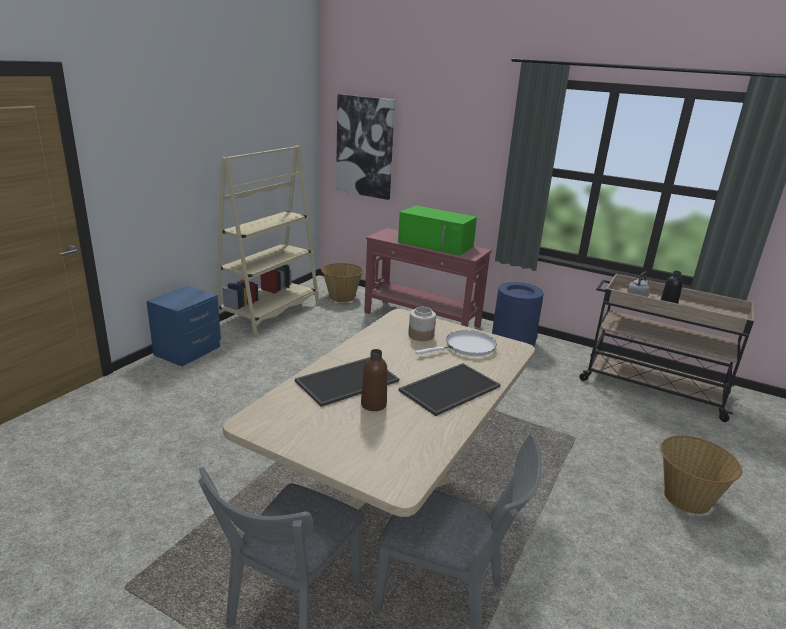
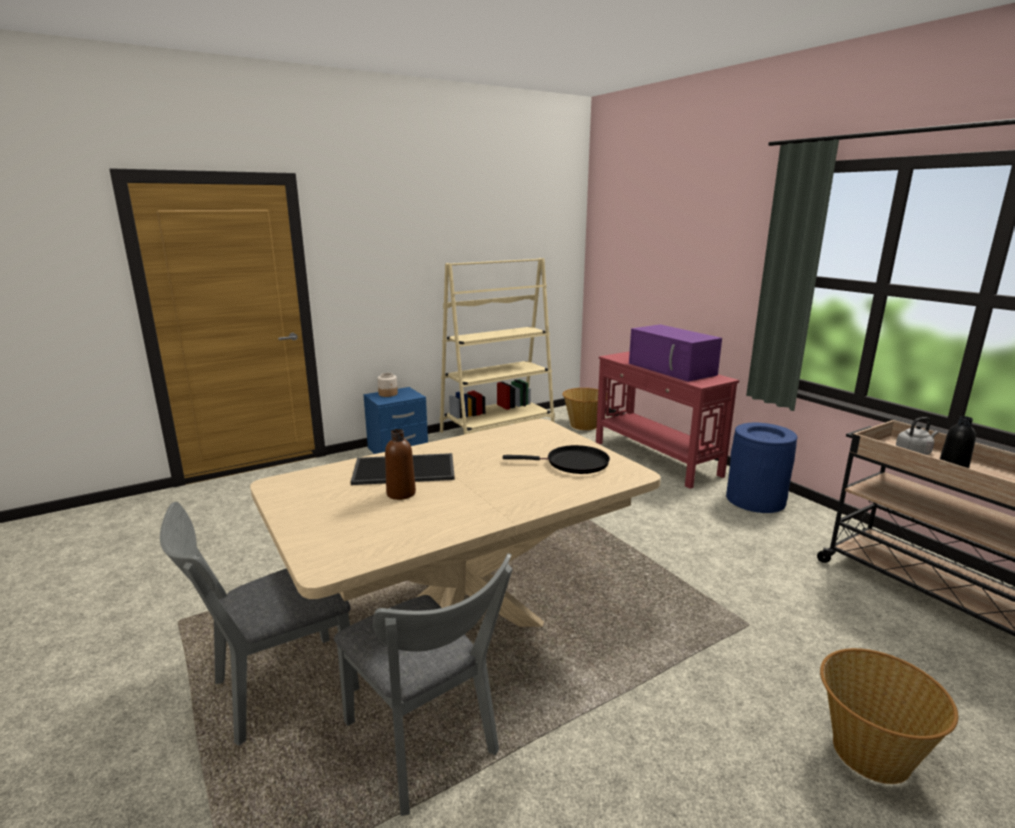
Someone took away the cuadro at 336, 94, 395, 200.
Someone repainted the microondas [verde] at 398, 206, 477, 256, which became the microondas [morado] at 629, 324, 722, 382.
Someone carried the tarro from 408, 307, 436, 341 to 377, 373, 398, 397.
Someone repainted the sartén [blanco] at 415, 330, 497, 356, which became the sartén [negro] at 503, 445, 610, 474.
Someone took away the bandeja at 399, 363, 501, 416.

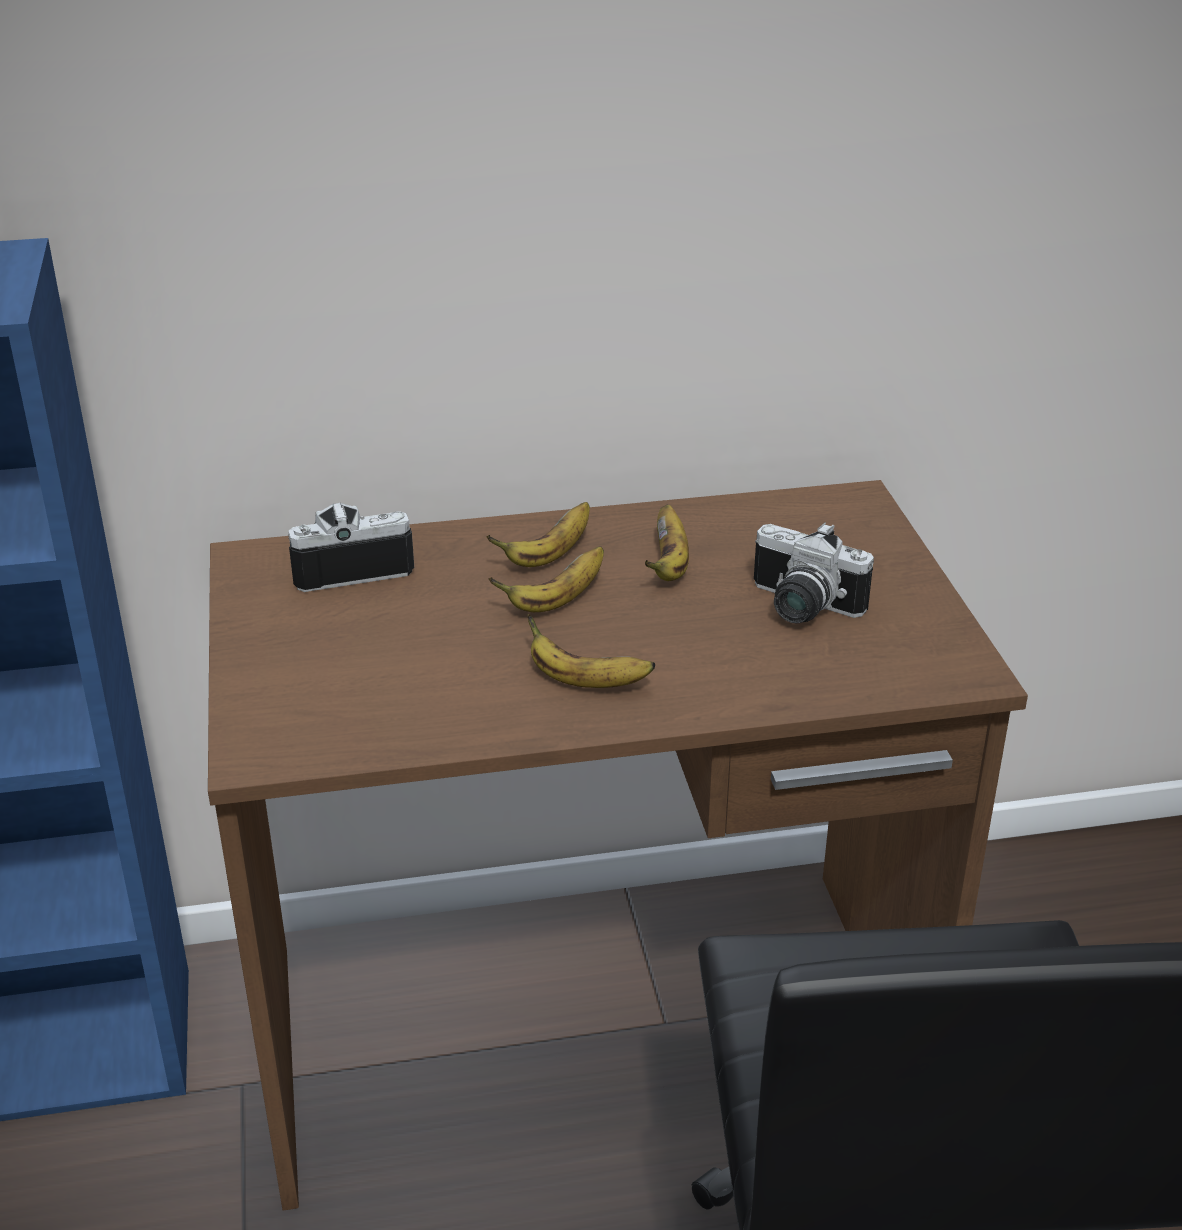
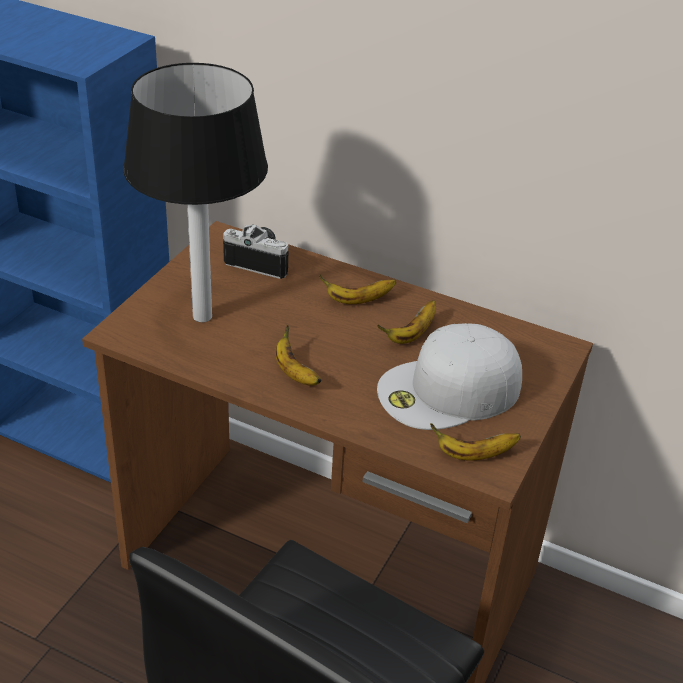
Someone swapped the cámara at 754, 523, 874, 623 for the gorra [blanco] at 377, 323, 522, 430.
Someone carried the plátano from 488, 546, 604, 612 to 430, 423, 521, 460.
Someone put down the lámpara de mesa at 123, 63, 268, 322.

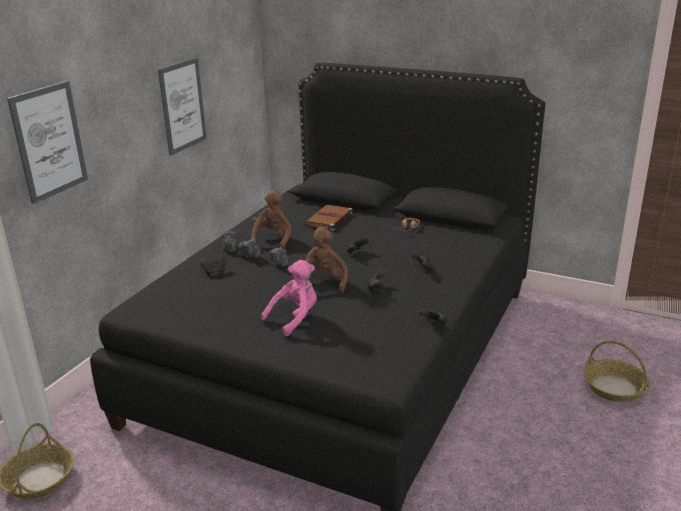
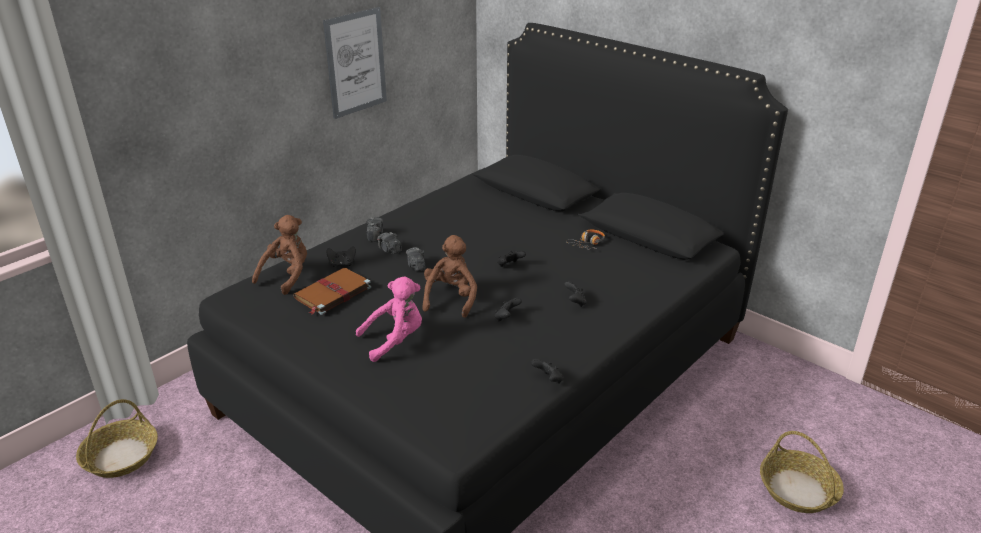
Someone took away the cuadro at 7, 81, 88, 204.
Someone carried the peluche [marrón] from 251, 190, 292, 249 to 252, 215, 307, 295.
Someone carried the libro [marrón] from 305, 205, 353, 231 to 293, 268, 371, 315.

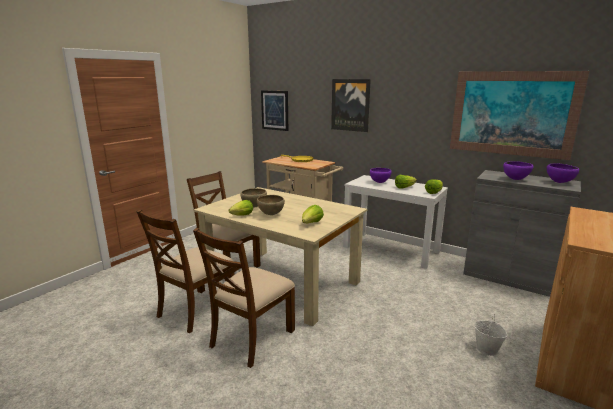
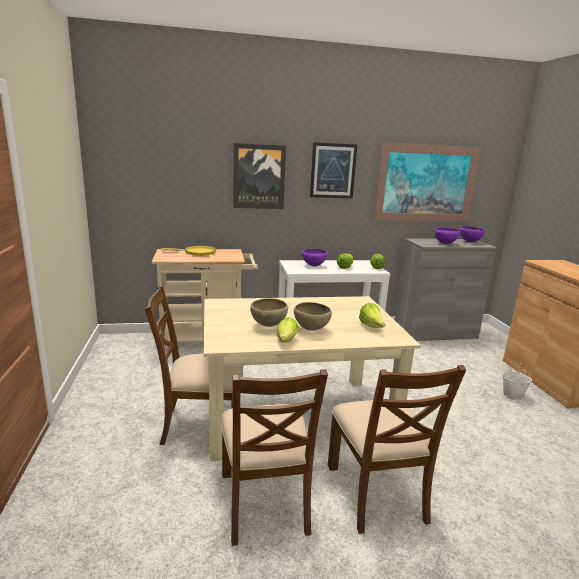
Someone carried the cuadro from 261, 90, 288, 131 to 310, 142, 357, 198.

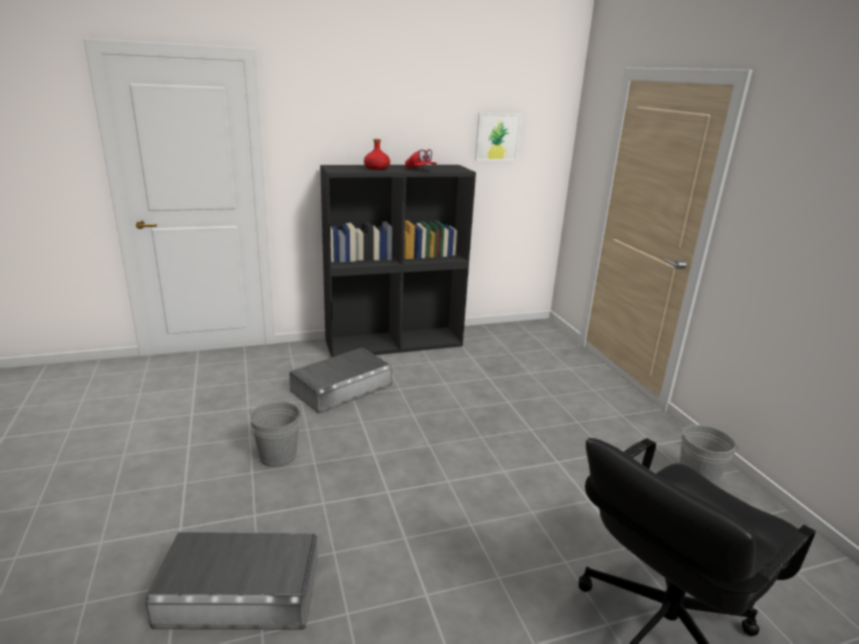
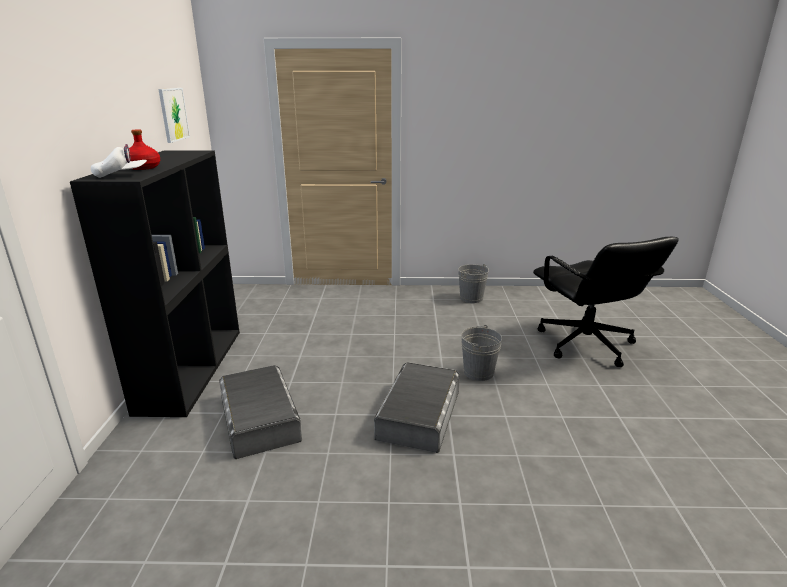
Someone took away the gorra [rojo] at 405, 149, 437, 168.
Someone carried the cubo [gris] from 248, 401, 303, 467 to 461, 325, 502, 381.
Someone carried the caja de almacenaje [gris] from 145, 532, 318, 630 to 374, 362, 460, 453.
Someone put down the gorra [blanco] at 91, 144, 147, 178.

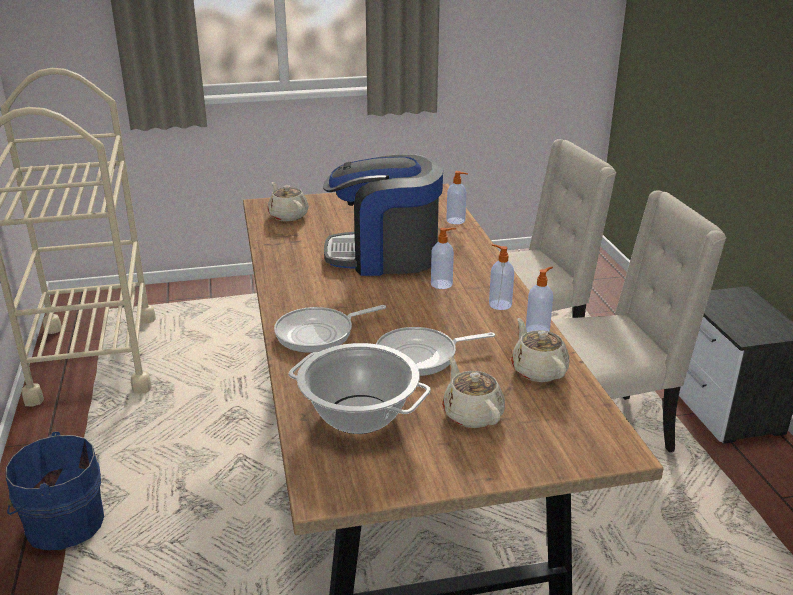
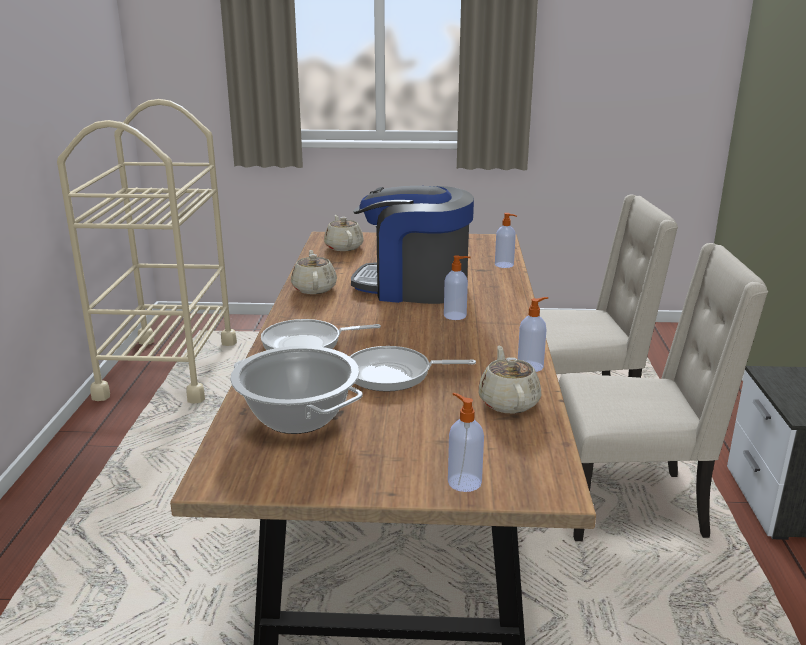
Someone carried the dispensador de jabón from 489, 244, 514, 310 to 448, 393, 484, 492.
Someone carried the tetera [beis] from 442, 357, 505, 428 to 291, 250, 337, 294.
Someone took away the cubo [azul] at 6, 431, 104, 550.

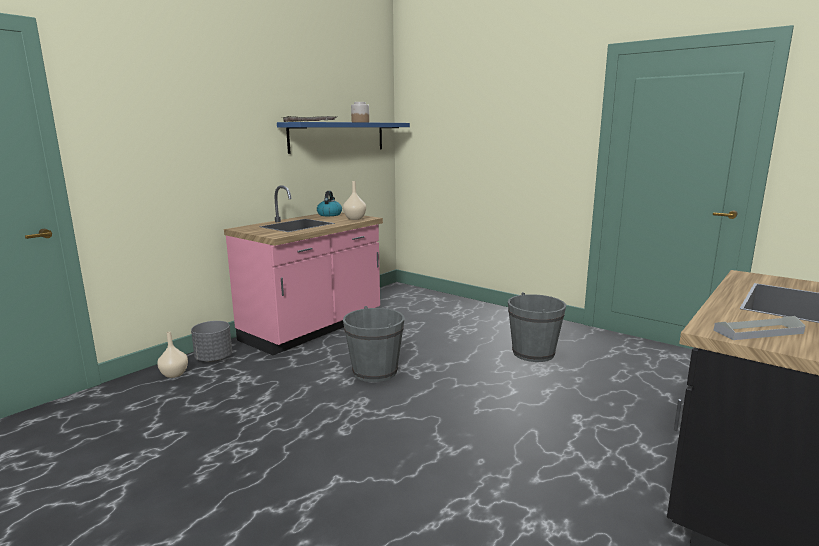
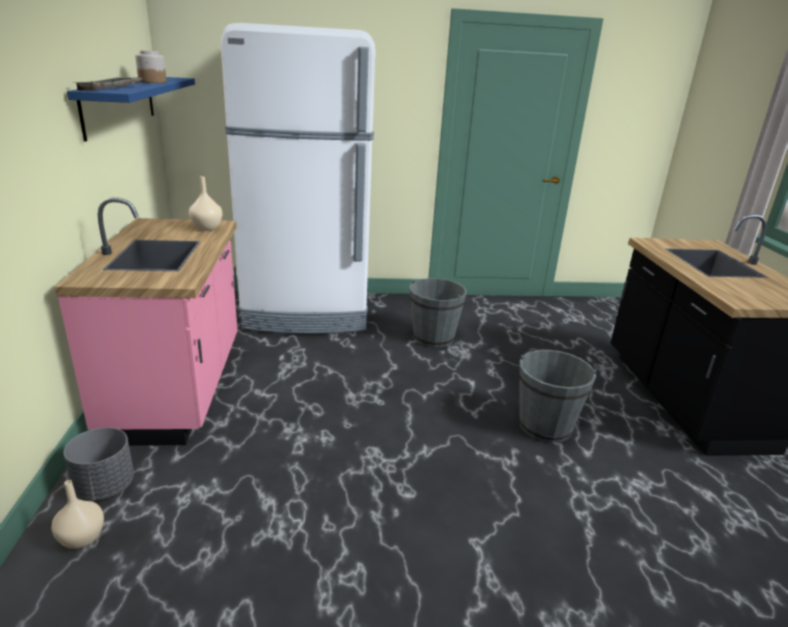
Someone took away the hervidor at 317, 191, 342, 216.
Someone carried the cubo [gris] from 343, 306, 404, 382 to 519, 350, 597, 443.
Someone took away the bandeja [gris] at 714, 316, 805, 340.
Someone put down the nevera [blanco] at 221, 23, 376, 334.

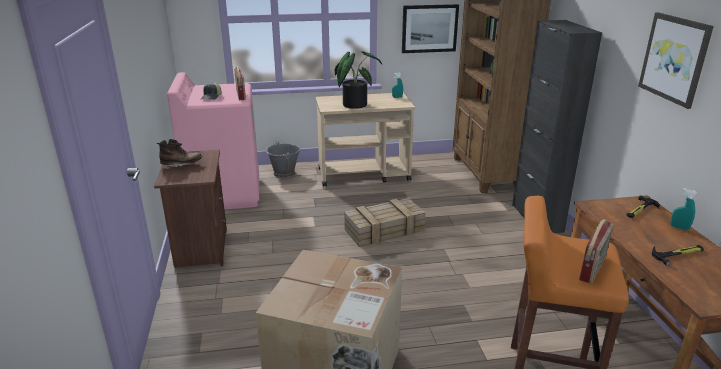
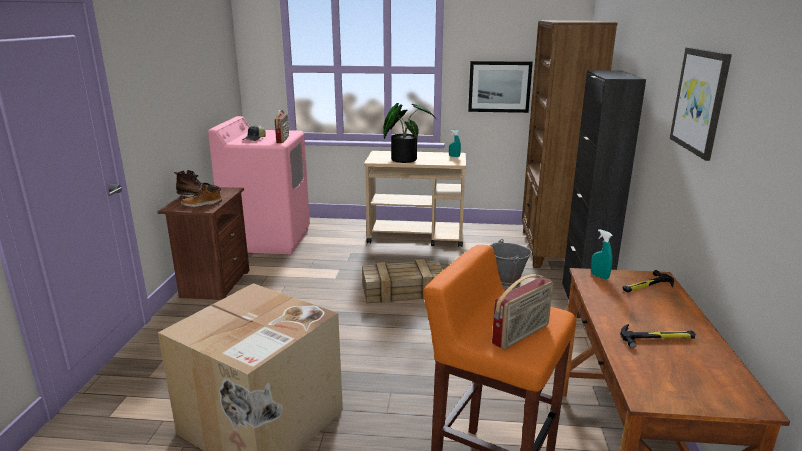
Someone carried the cubo [gris] from 266, 141, 301, 178 to 490, 239, 532, 288.
Someone carried the pulverizador [turquesa] from 671, 188, 697, 231 to 591, 229, 613, 280.
Someone put down the bota at 180, 183, 222, 207.

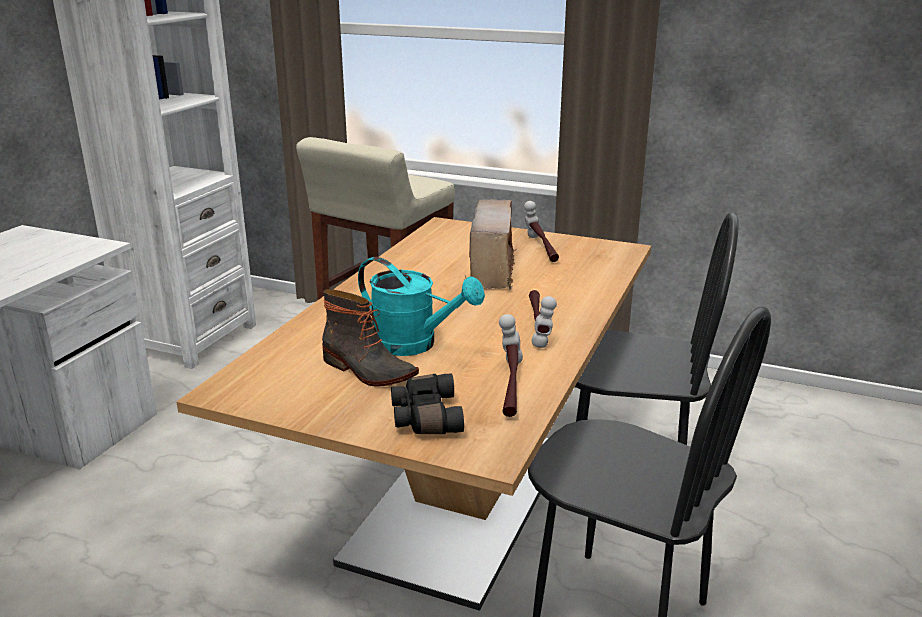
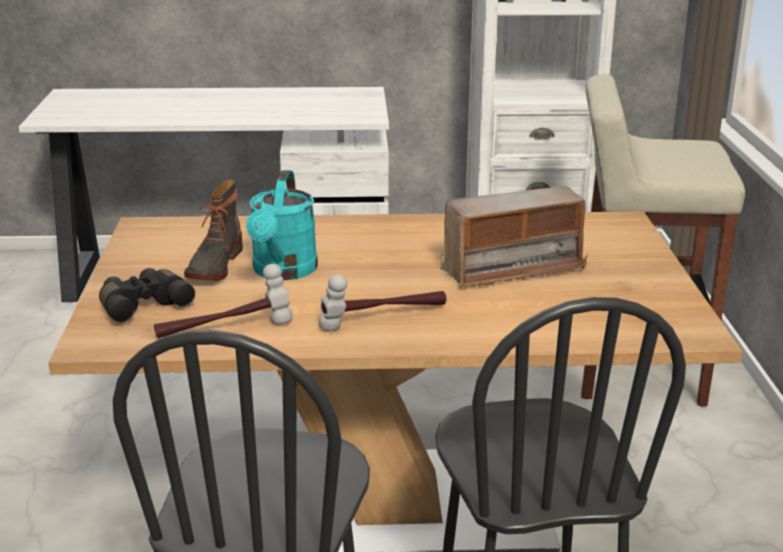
Someone took away the martillo at 524, 201, 559, 262.

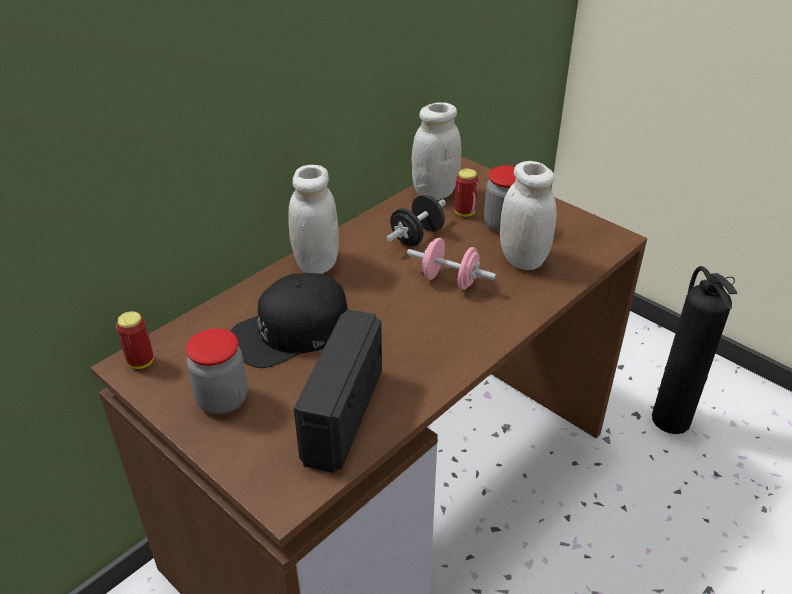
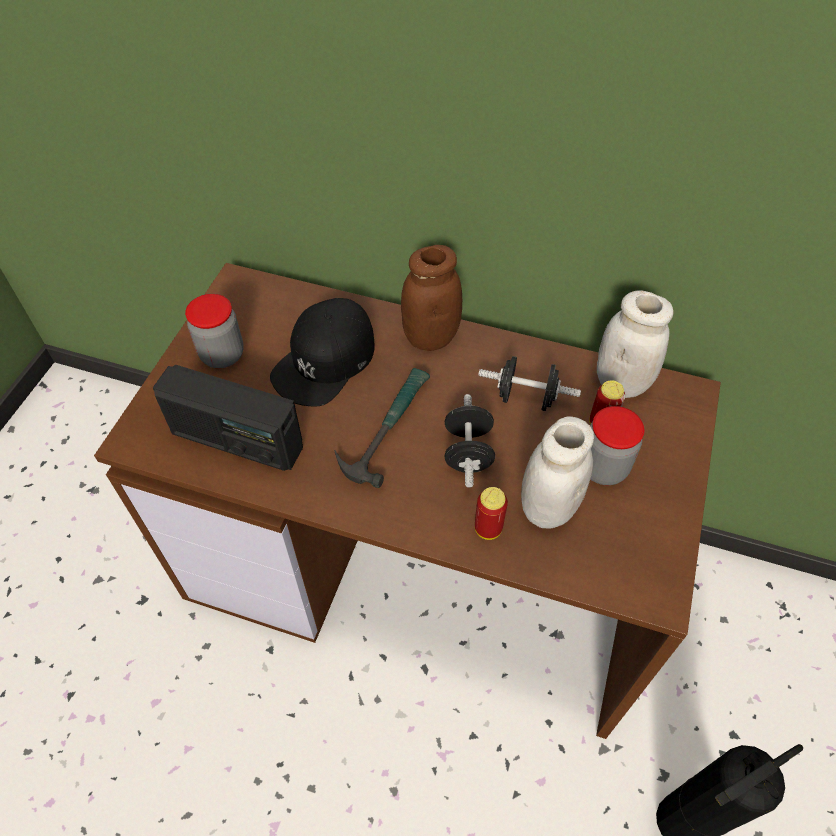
Someone repainted the tarro [blanco] at 288, 165, 339, 274, which became the tarro [marrón] at 401, 245, 462, 351.
Someone repainted the mancuerna [rosa] at 407, 238, 496, 290, which became the mancuerna [negro] at 444, 394, 495, 488.
Someone rotated the gorra [negro] at 231, 273, 348, 368 by 90 degrees counterclockwise.
Someone rotated the radio at 294, 310, 382, 473 by 150 degrees counterclockwise.
Someone carried the lata from 116, 311, 154, 369 to 475, 487, 508, 540.
Someone put down the martillo at 334, 368, 430, 488.

